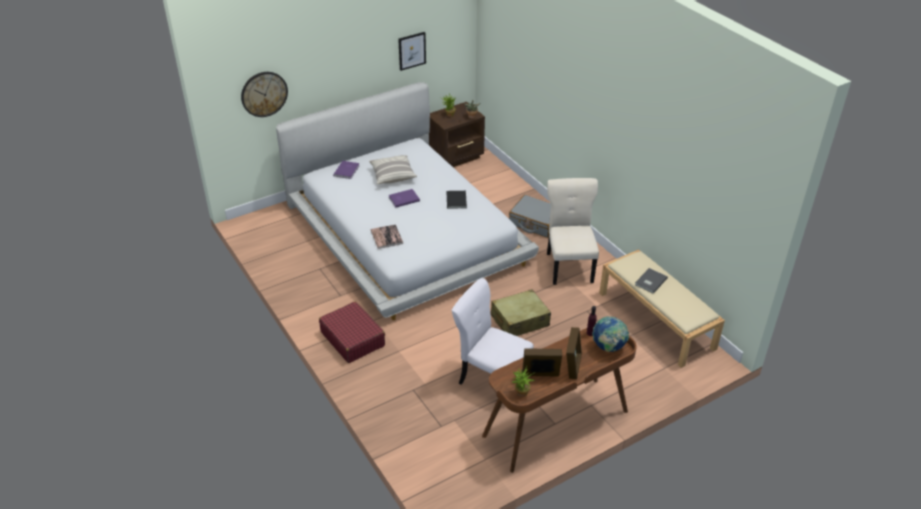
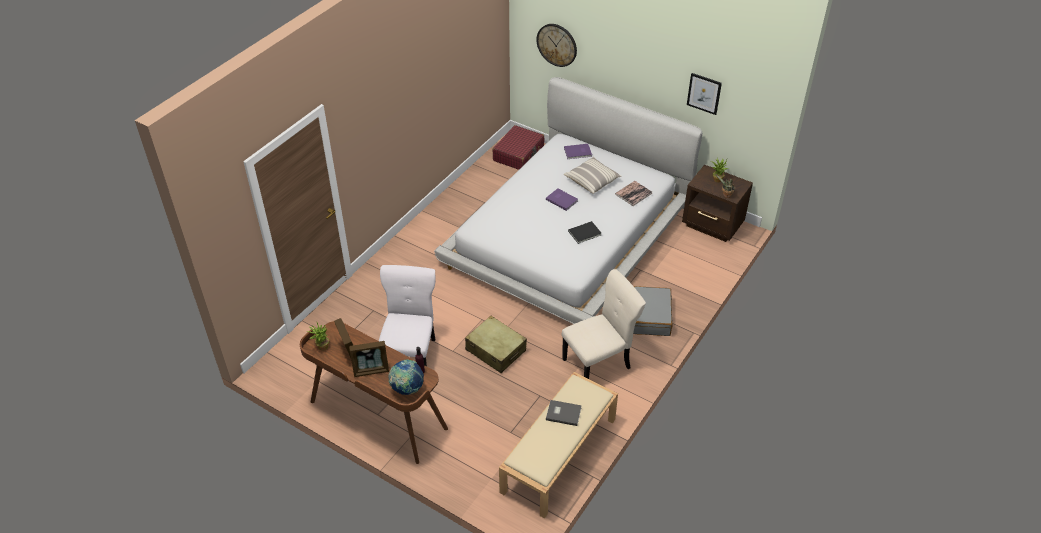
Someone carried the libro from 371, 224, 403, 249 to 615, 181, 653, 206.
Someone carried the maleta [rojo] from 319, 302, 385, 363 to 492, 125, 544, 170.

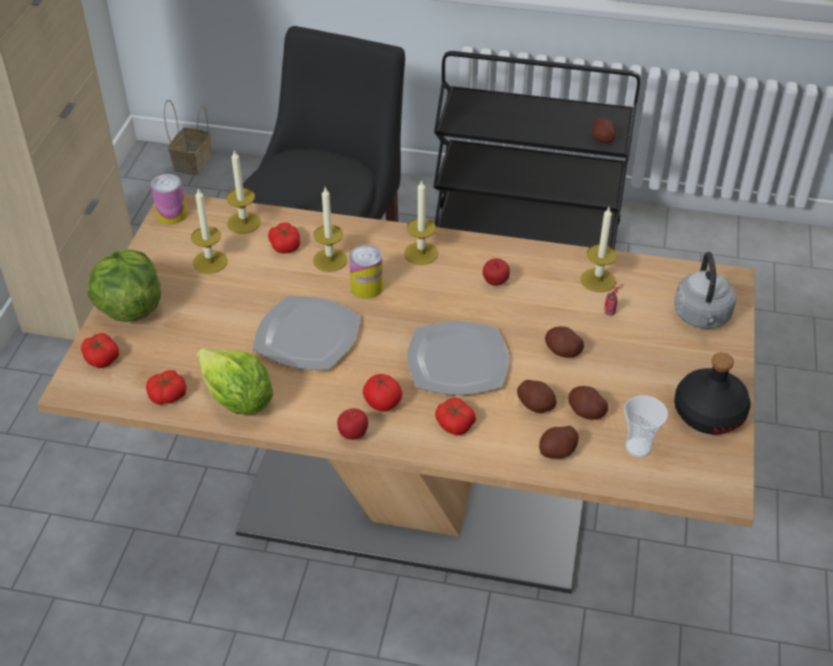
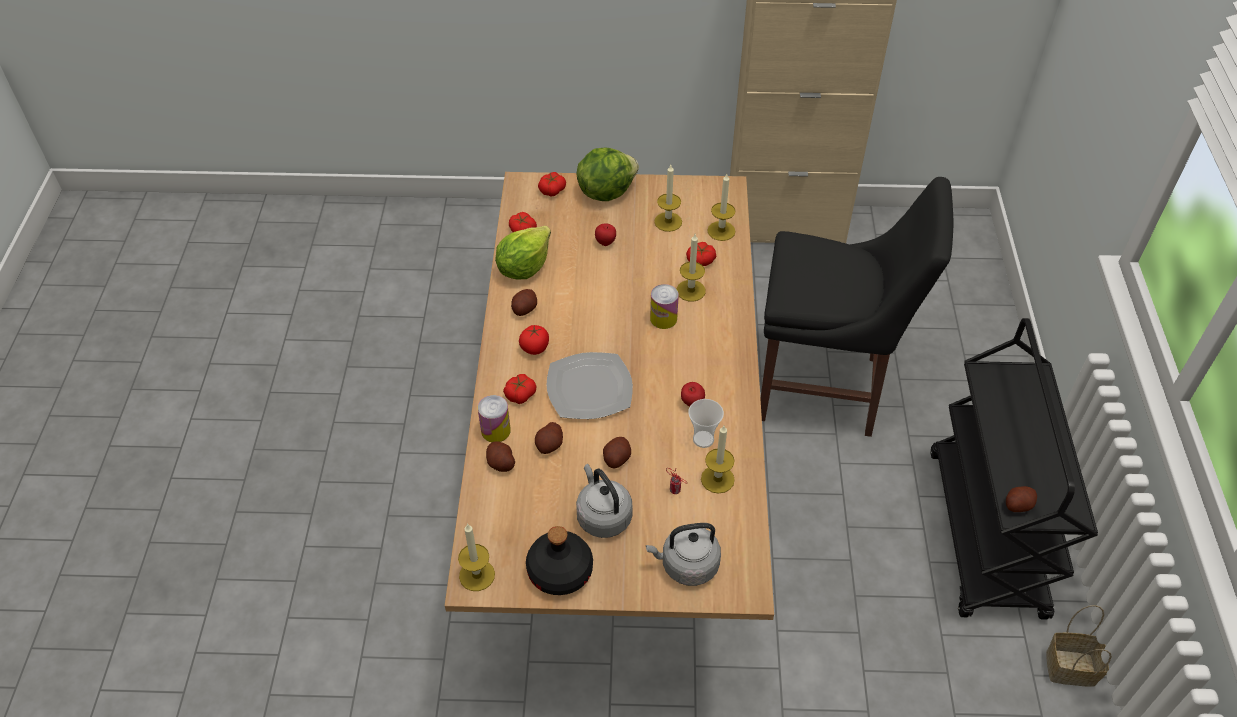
Someone carried the cesta from 164, 99, 212, 175 to 1046, 605, 1112, 687.
Someone carried the lata from 151, 174, 187, 224 to 478, 395, 511, 442.
Someone carried the vela from 404, 179, 438, 265 to 458, 524, 495, 591.
Someone took away the plato at 253, 296, 360, 370.
Someone carried the patata from 568, 386, 608, 420 to 511, 289, 537, 316.
Someone carried the taza from 624, 395, 668, 458 to 688, 399, 724, 448.
Someone carried the manzana from 337, 408, 368, 440 to 595, 223, 616, 246.
Someone put down the hervidor [gris] at 576, 464, 633, 538.

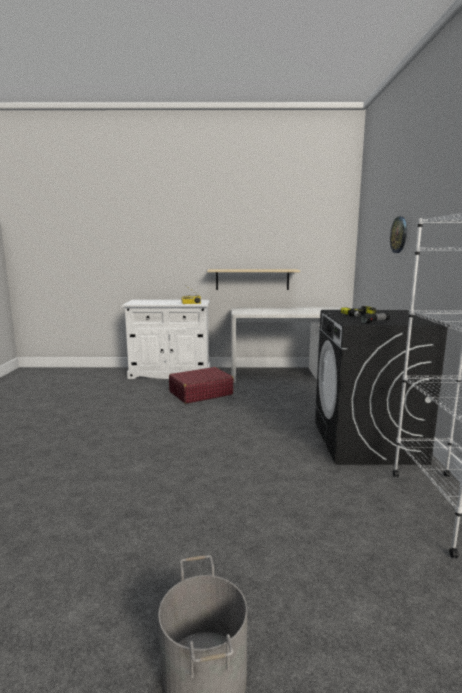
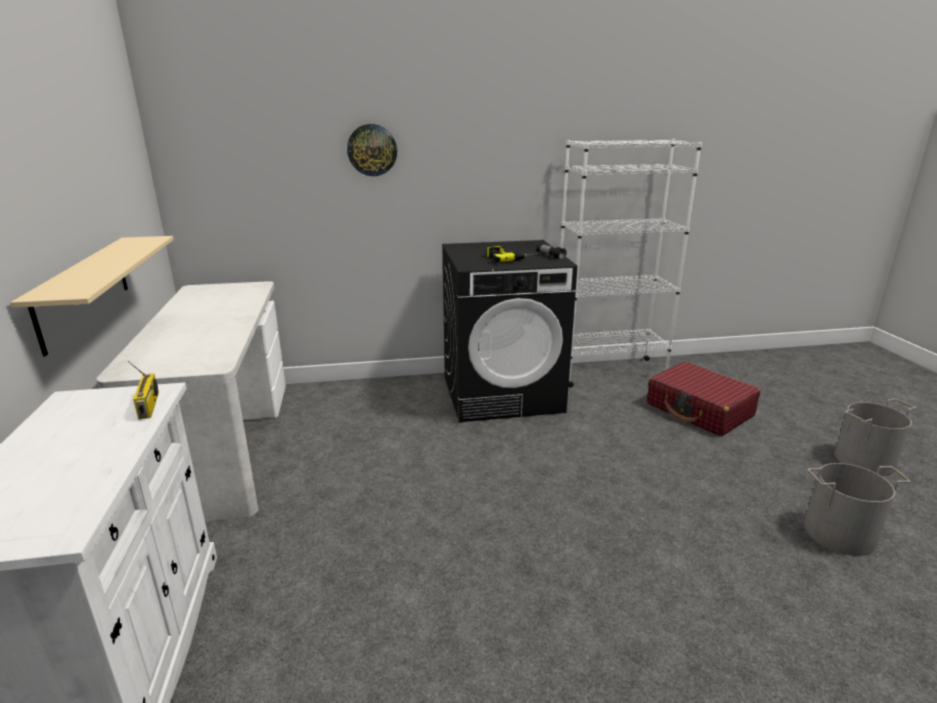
Someone carried the maleta [rojo] from 169, 367, 234, 404 to 647, 361, 761, 436.
Someone put down the cubo [gris] at 804, 463, 911, 556.

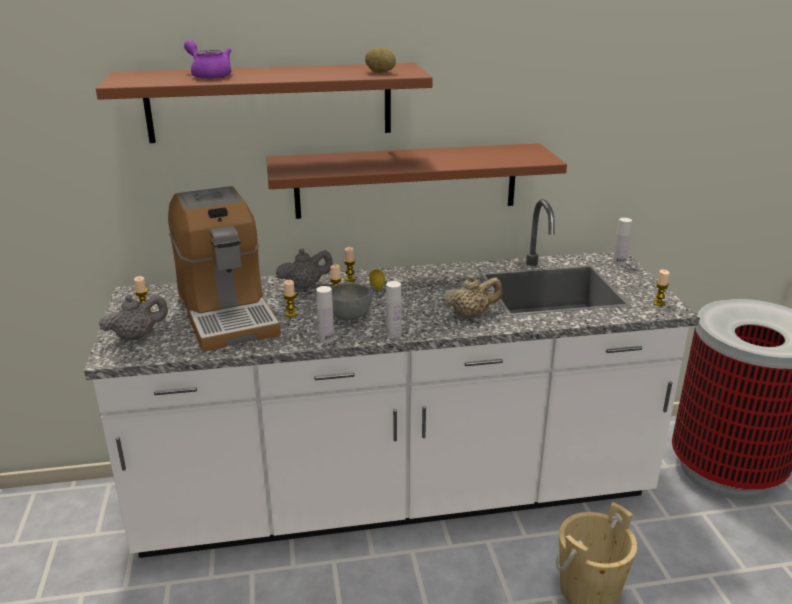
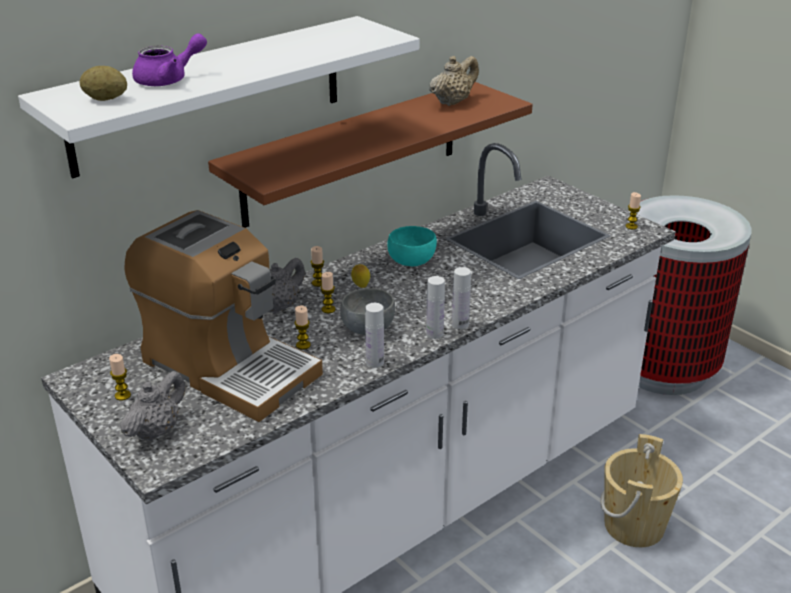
Someone rotated the tetera [morado] at 184, 40, 231, 79 by 135 degrees clockwise.
Someone carried the patata from 365, 47, 396, 73 to 80, 66, 127, 101.
Someone repainted the estante [marrón] at 96, 63, 433, 143, which became the estante [blanco] at 18, 16, 419, 178.
Someone carried the botella [blanco] from 613, 218, 632, 265 to 452, 267, 471, 329.
Someone carried the tetera [beis] from 442, 275, 502, 318 to 429, 56, 479, 106.
Someone put down the cuenco [turquesa] at 387, 226, 437, 266.

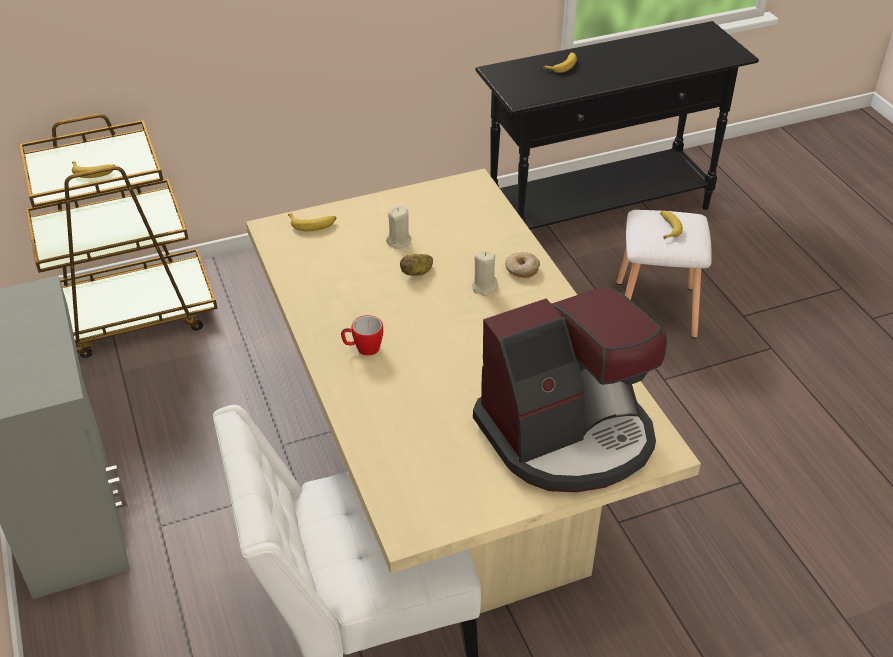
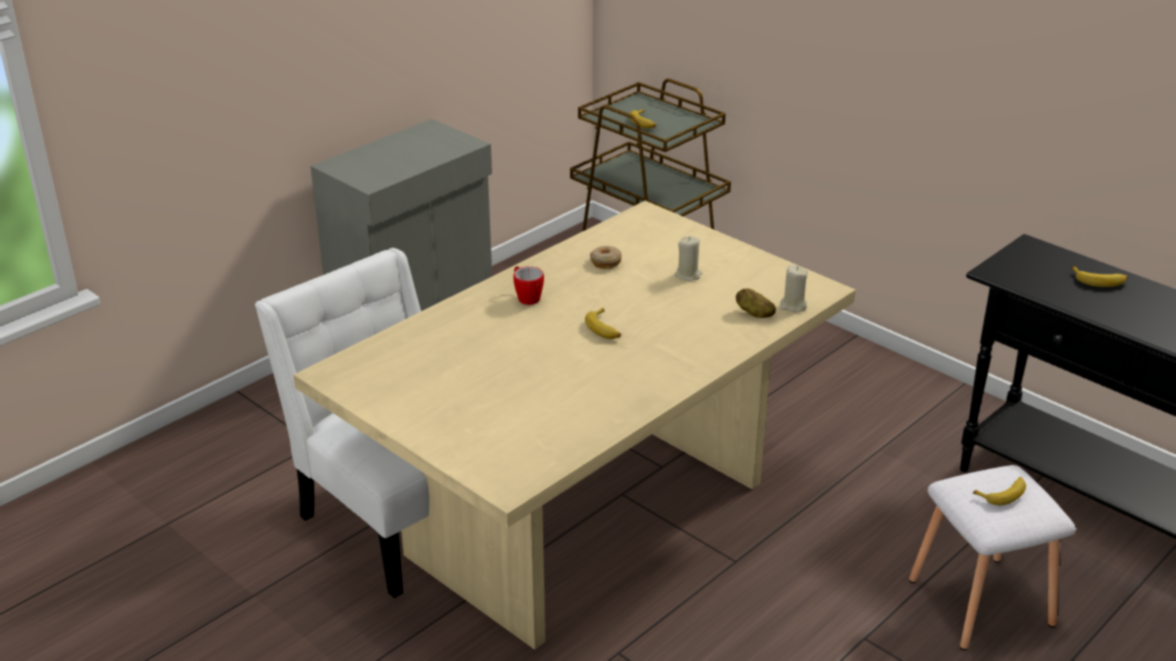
Someone carried the plátano from 288, 214, 337, 231 to 585, 308, 621, 339.
Someone carried the vela [beis] from 472, 250, 498, 296 to 780, 265, 808, 312.
Someone carried the rosquilla from 505, 252, 540, 278 to 590, 246, 622, 269.
Someone carried the patata from 400, 254, 433, 276 to 736, 289, 776, 318.
Someone took away the cafetera at 473, 285, 667, 492.

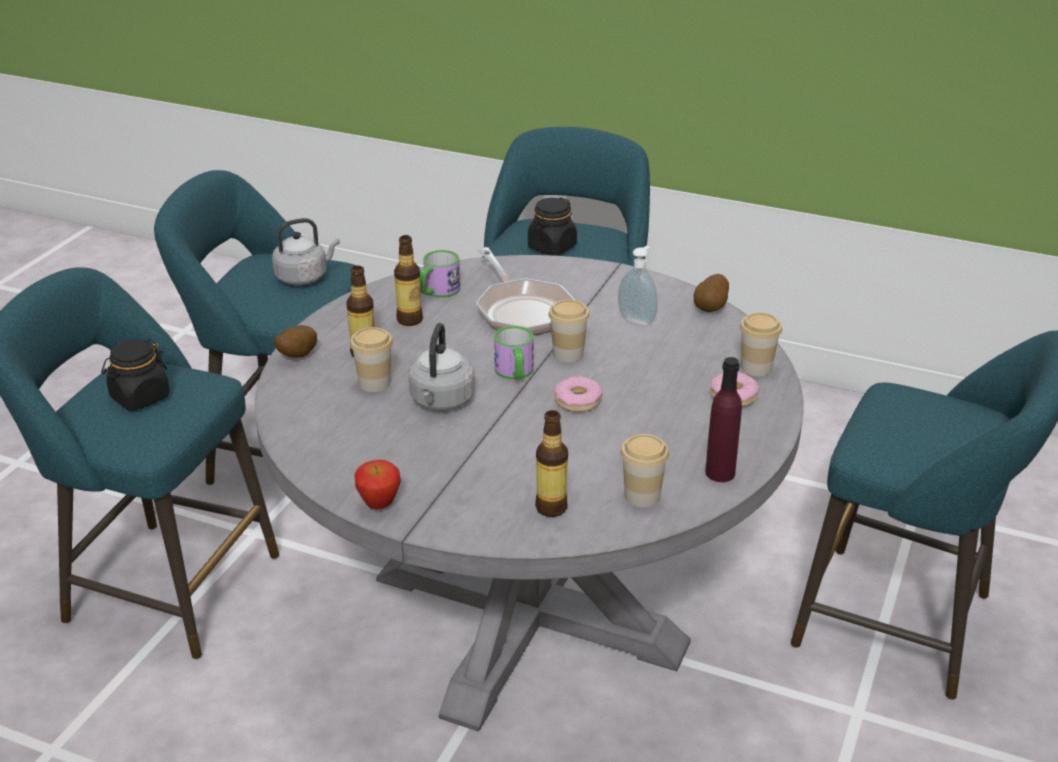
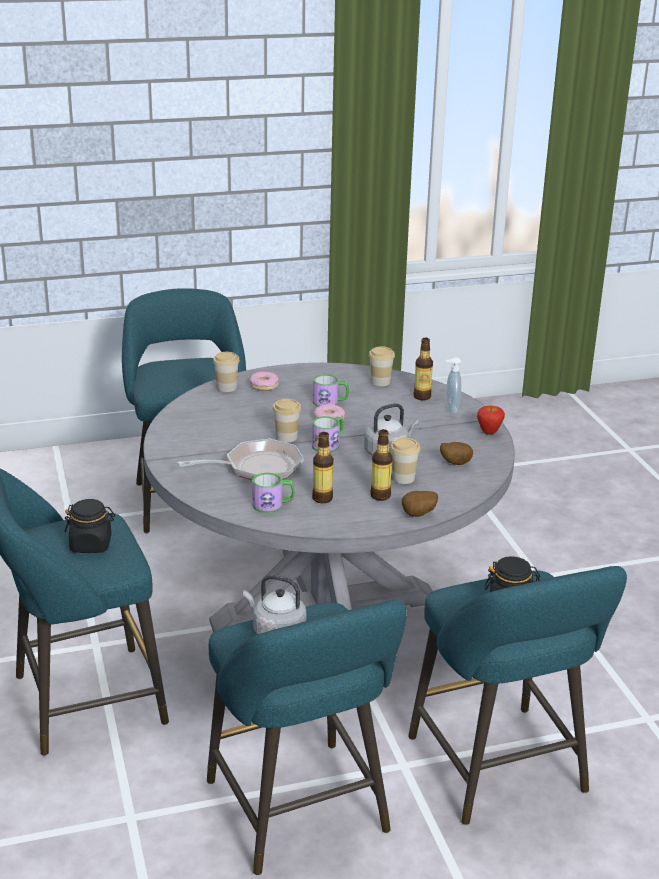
Someone carried the dispensador de jabón from 618, 246, 658, 326 to 446, 357, 461, 414.
Someone rotated the sartén at 476, 247, 575, 336 by 45 degrees clockwise.
Someone carried the patata from 694, 274, 729, 312 to 440, 442, 473, 465.
Someone took away the botella [morado] at 705, 357, 742, 482.
Someone put down the taza grande at 313, 374, 349, 407.

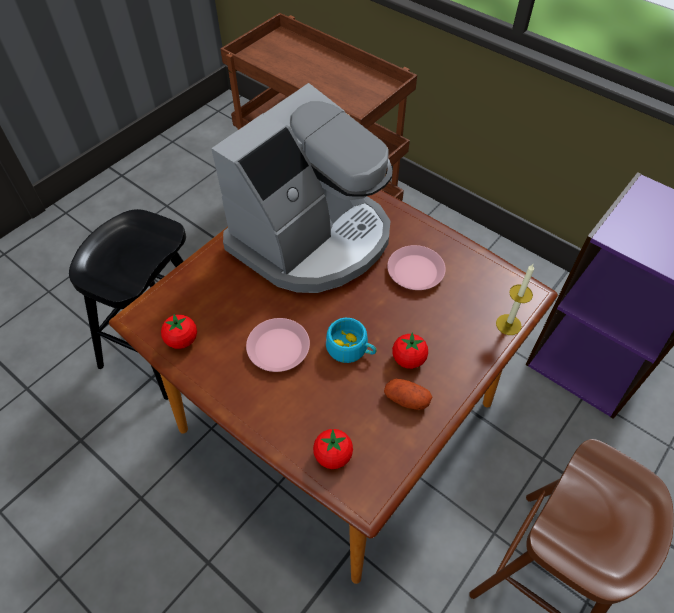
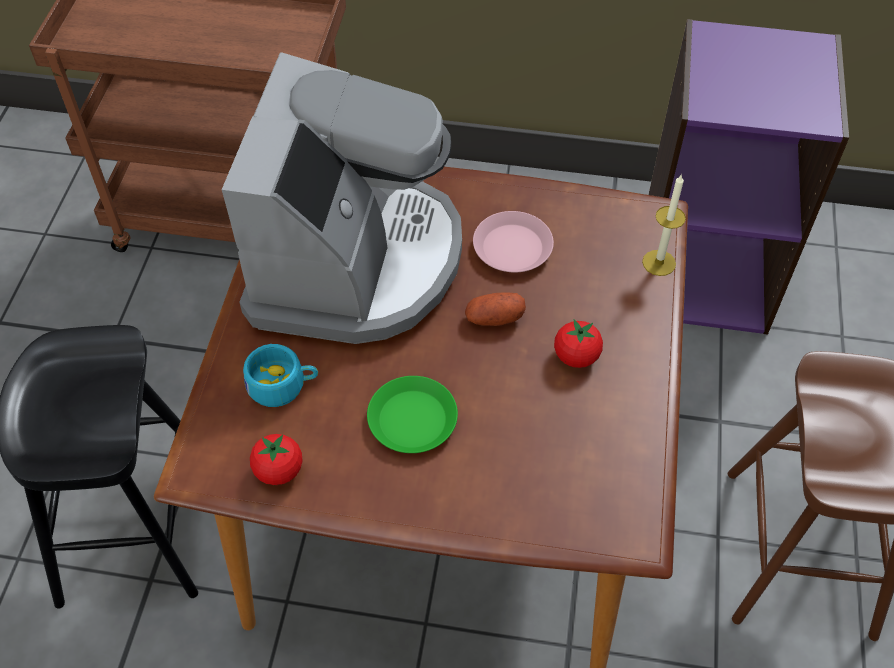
Someone repainted the plato [rosa] at 246, 318, 310, 372, which became the plato [verde] at 367, 376, 458, 453.
Someone carried the taza [turquesa] from 326, 318, 377, 363 to 243, 344, 318, 407.
Someone carried the patata from 384, 379, 432, 410 to 465, 293, 526, 326.
Someone took away the tomate at 313, 429, 353, 469.

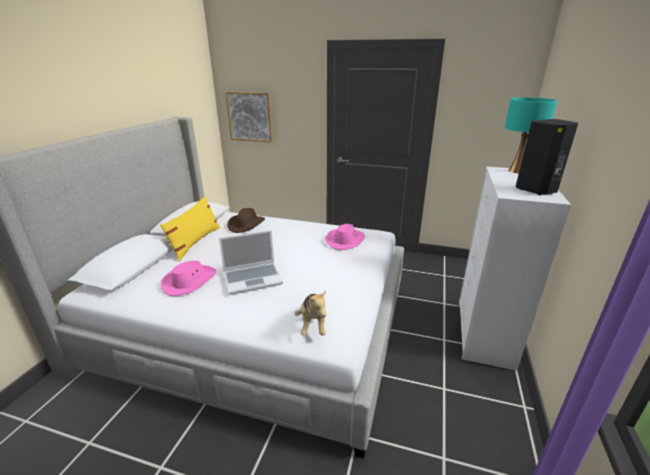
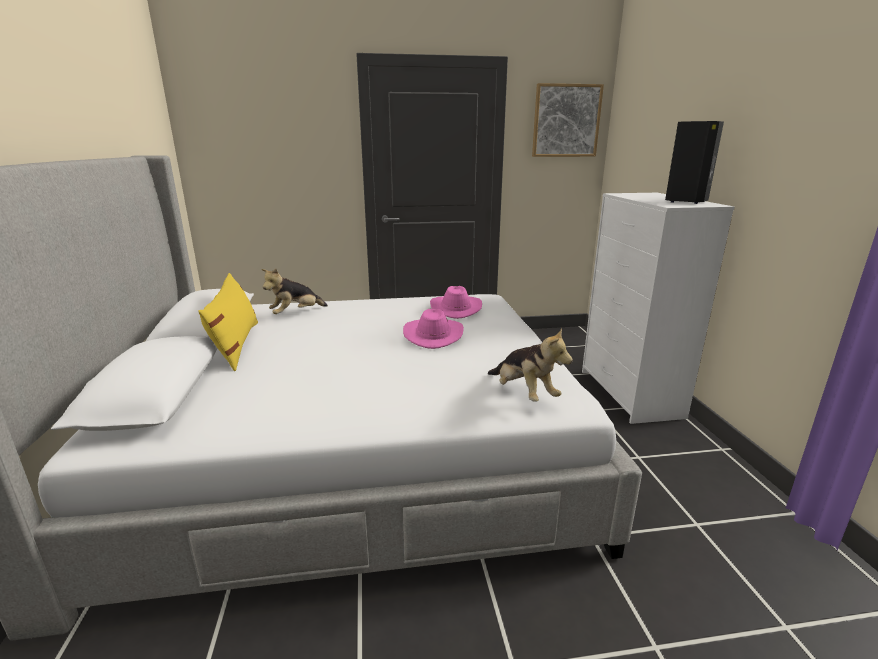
Someone carried the cuadro from 225, 92, 273, 142 to 532, 83, 604, 157.
Someone took away the lámpara de mesa [turquesa] at 505, 97, 557, 173.
Someone swapped the sombrero [marrón] at 227, 208, 265, 233 for the peluche at 261, 269, 328, 314.
Someone took away the portátil at 219, 230, 283, 295.
Someone carried the sombrero [rosa] from 161, 261, 216, 296 to 403, 309, 464, 349.

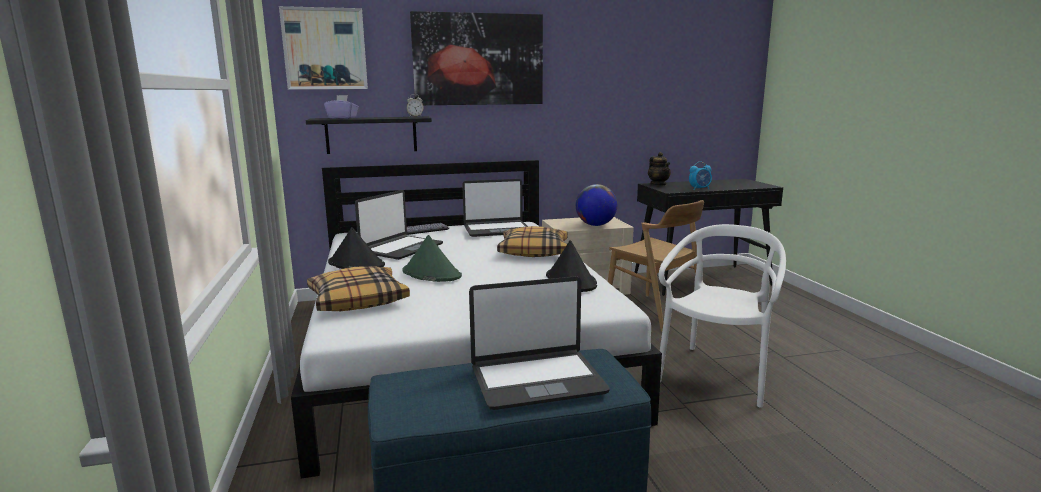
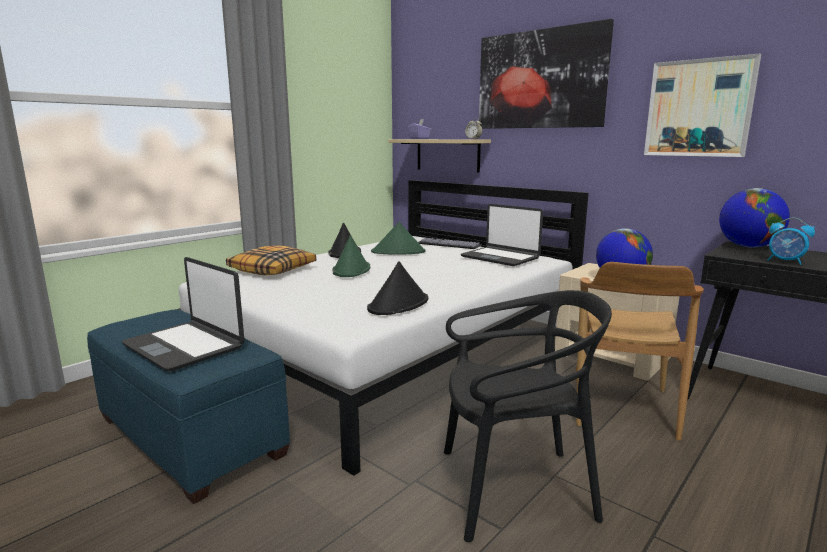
Someone carried the cuadro from 279, 6, 368, 90 to 644, 54, 761, 157.
Someone repainted the estante [negro] at 306, 116, 432, 154, which became the estante [beis] at 388, 139, 491, 173.
Someone swapped the tetera at 648, 152, 671, 186 for the globo terráqueo at 719, 188, 790, 248.
Someone swapped the portátil at 355, 190, 443, 260 for the sombrero [verde] at 371, 222, 426, 255.
Someone repainted the silla [blanco] at 659, 224, 786, 408, which became the silla [negro] at 444, 290, 612, 542.
Someone took away the cojín at 497, 226, 568, 257.

